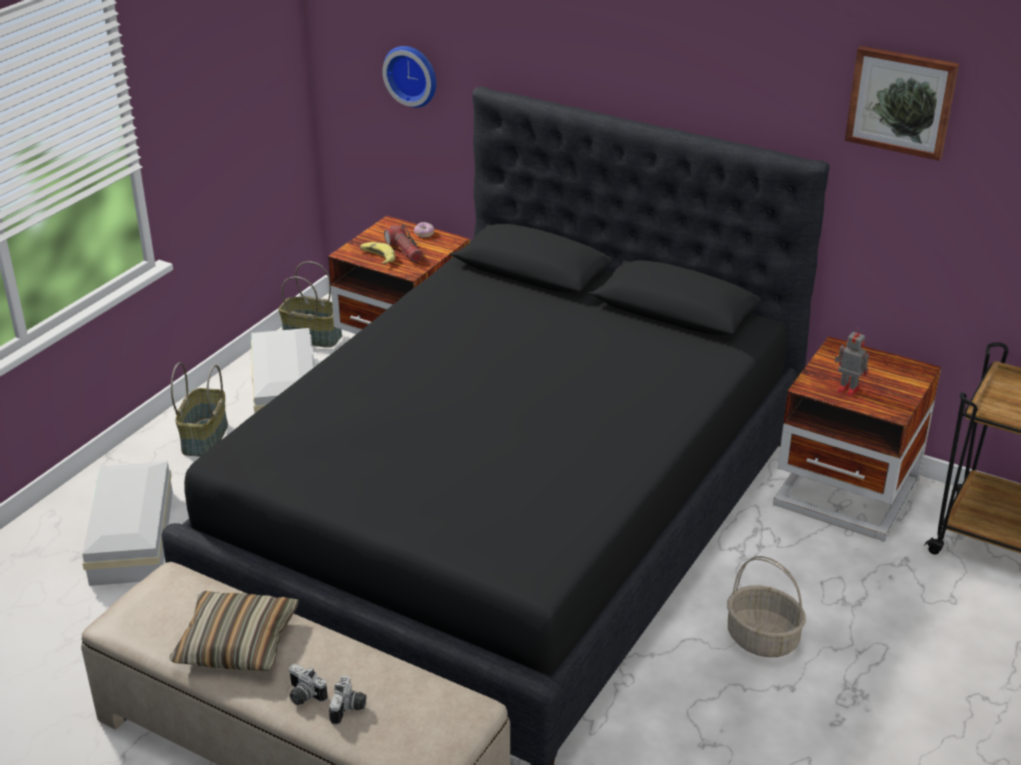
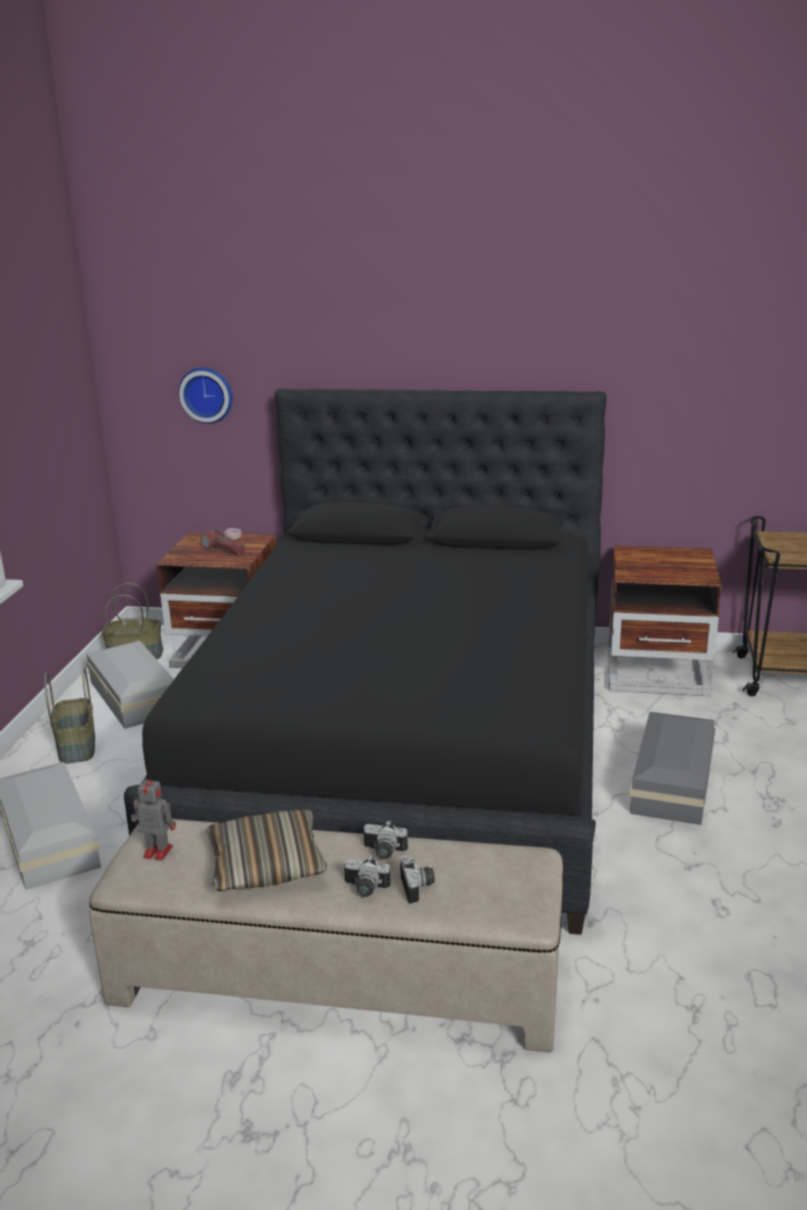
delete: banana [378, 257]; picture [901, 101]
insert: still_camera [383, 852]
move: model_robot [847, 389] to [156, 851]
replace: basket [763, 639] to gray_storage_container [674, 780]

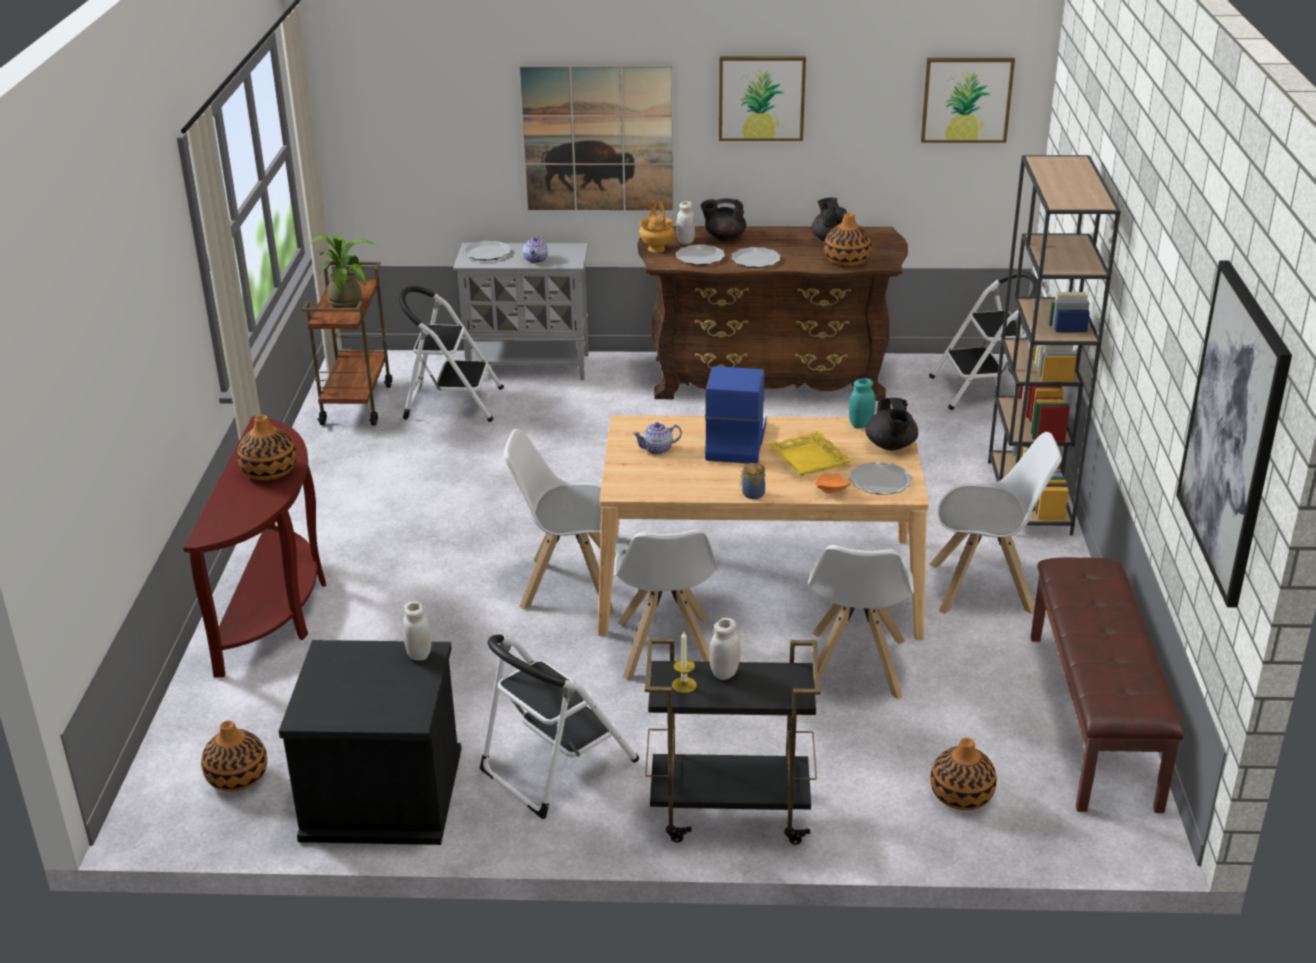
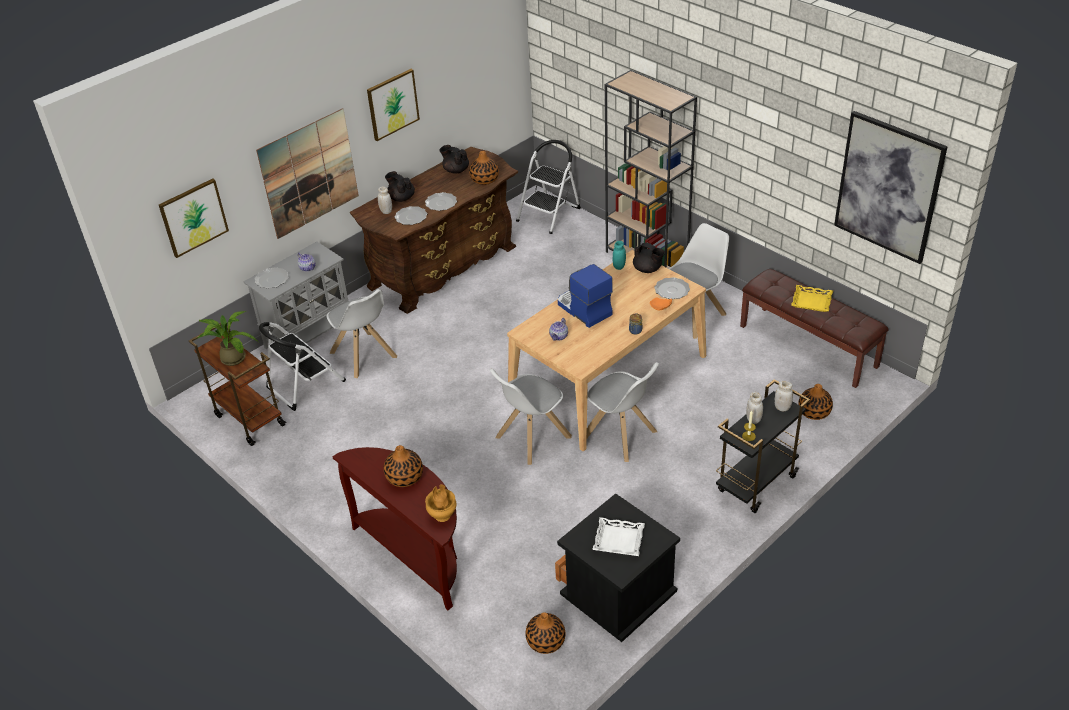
delete: stepladder [554, 767]
insert: whitish_carrying_tray [619, 540]
move: whitish_jar [419, 654] to [782, 407]; brown-coloured_vase [657, 249] to [443, 515]; yellowish_carrying_tray [808, 459] to [811, 301]; plain_chair [855, 667] to [364, 356]; picture [966, 99] to [193, 217]
rotate: blackish_pot_for_tea [724, 237] = [401, 198] 90 degrees clockwise

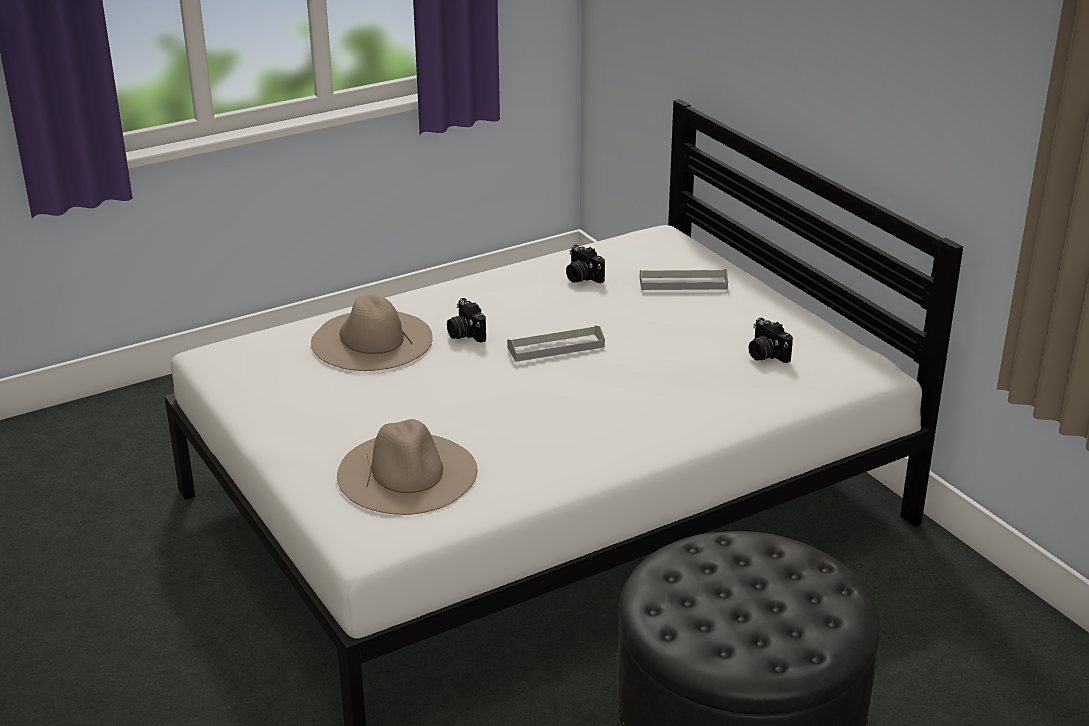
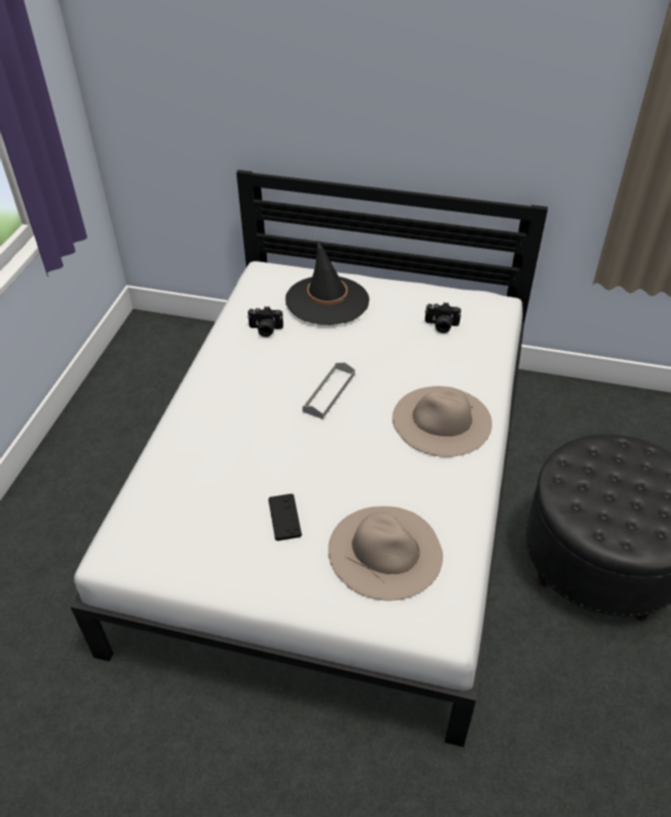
delete: still_camera [465, 334]
insert: blackish_game_controller [284, 517]
move: beige-coloured_hat [371, 340] to [441, 420]
replace: gray_carrying_tray [683, 283] to blackish_hat [327, 300]

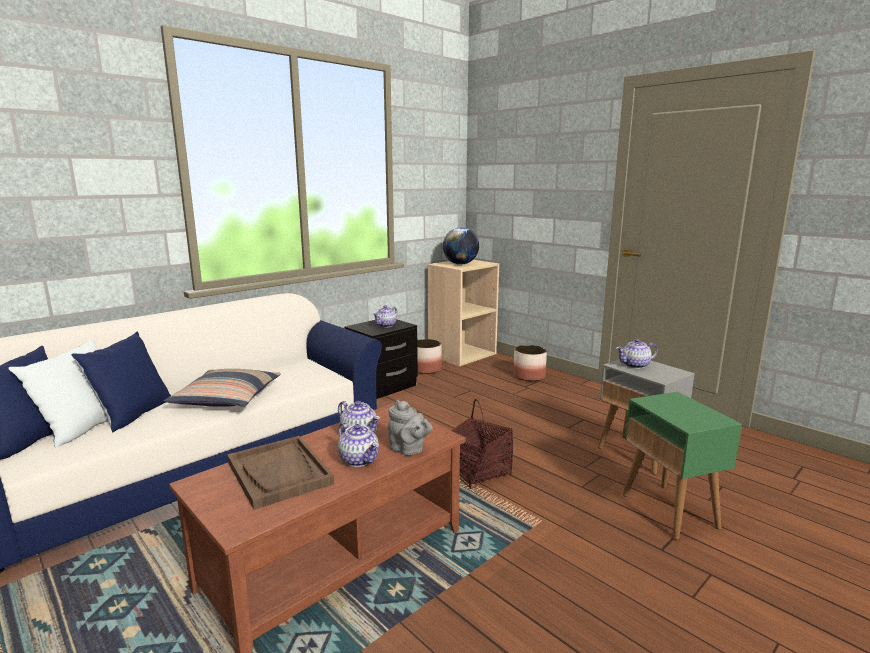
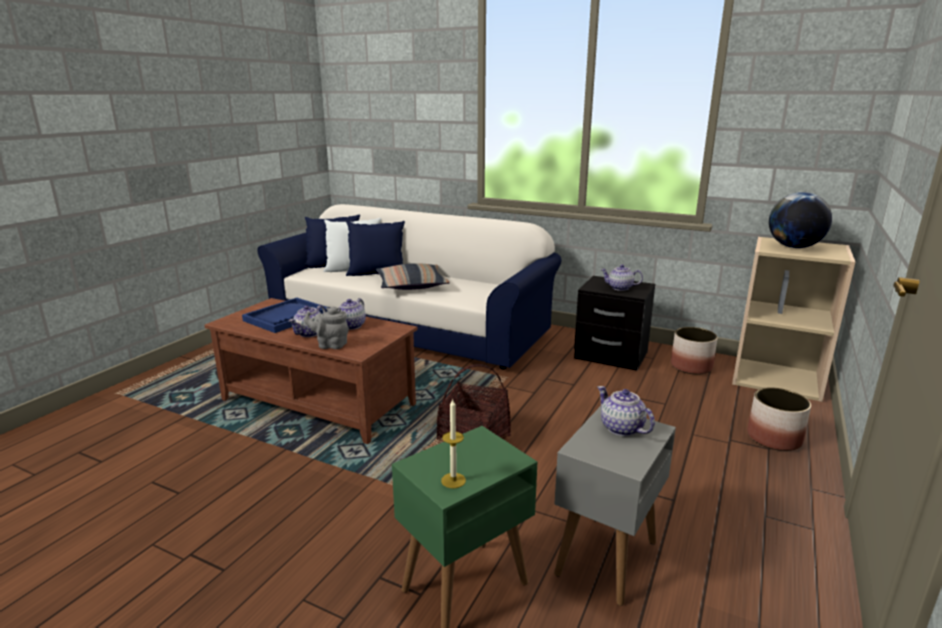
insert: wax_candle [453, 480]
recolor: brown-coloured_carrying_tray [279, 473] to blue_carrying_tray [286, 317]
rotate: gray_pot_for_tea [408, 450] = [330, 345] 75 degrees clockwise

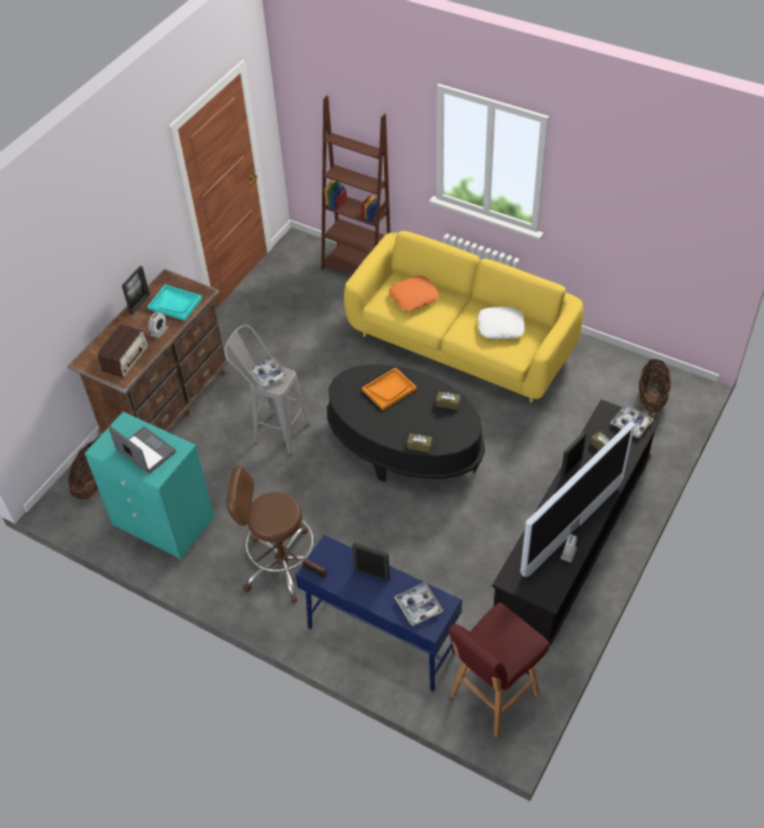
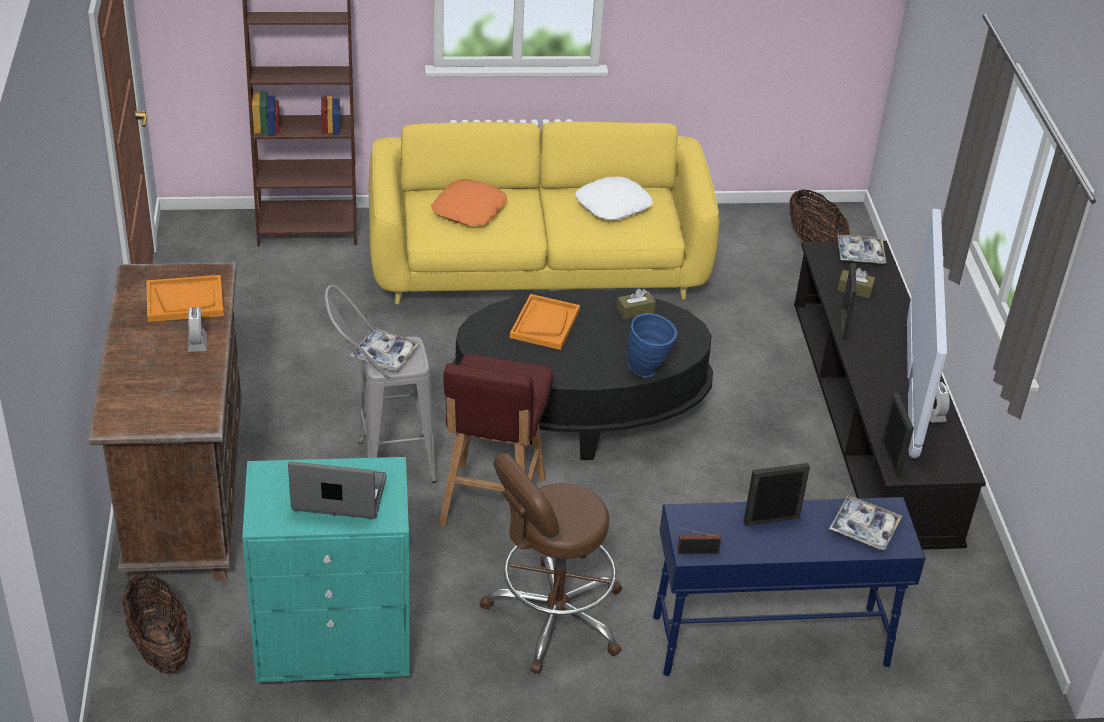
delete: radio_set [125, 358]
move: picture_frame [140, 304] to [891, 458]; red-coloured_sitting_stool [492, 696] to [492, 503]
replace: brown-coloured_tissue_holder [419, 446] to blue_vase [649, 370]
recolor: blue-green_carrying_tray [175, 303] to orangey_carrying_tray [185, 300]

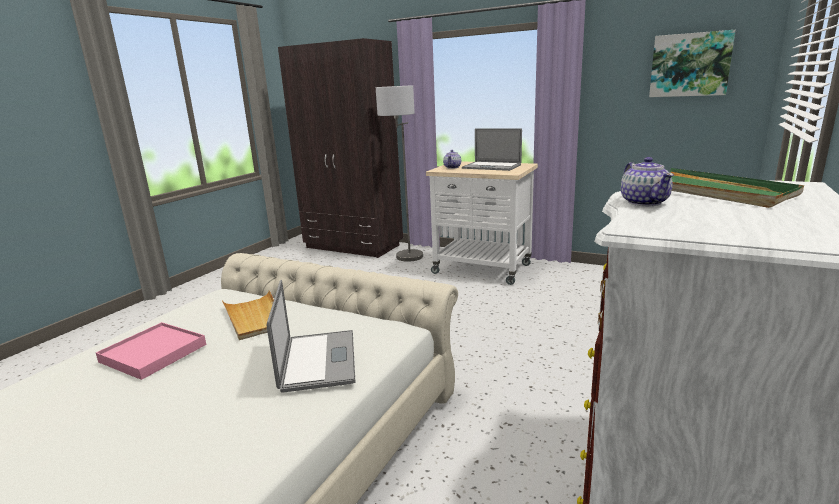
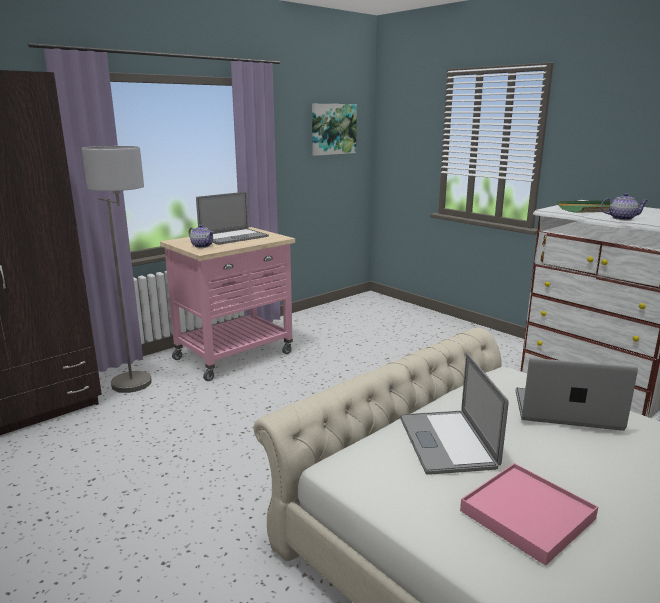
replace: beige-coloured_carrying_tray [254, 317] to notebook_computer [446, 441]
recolor: whitish_trolley [482, 269] to pinkish_trolley [234, 355]

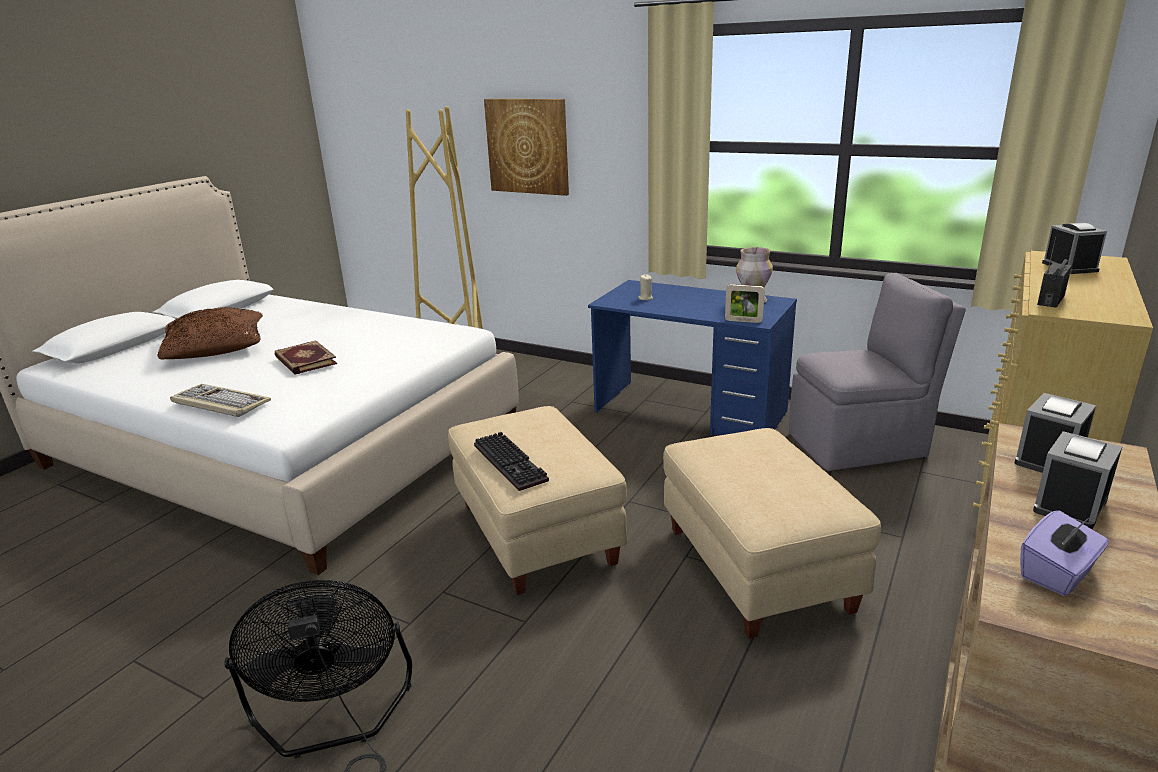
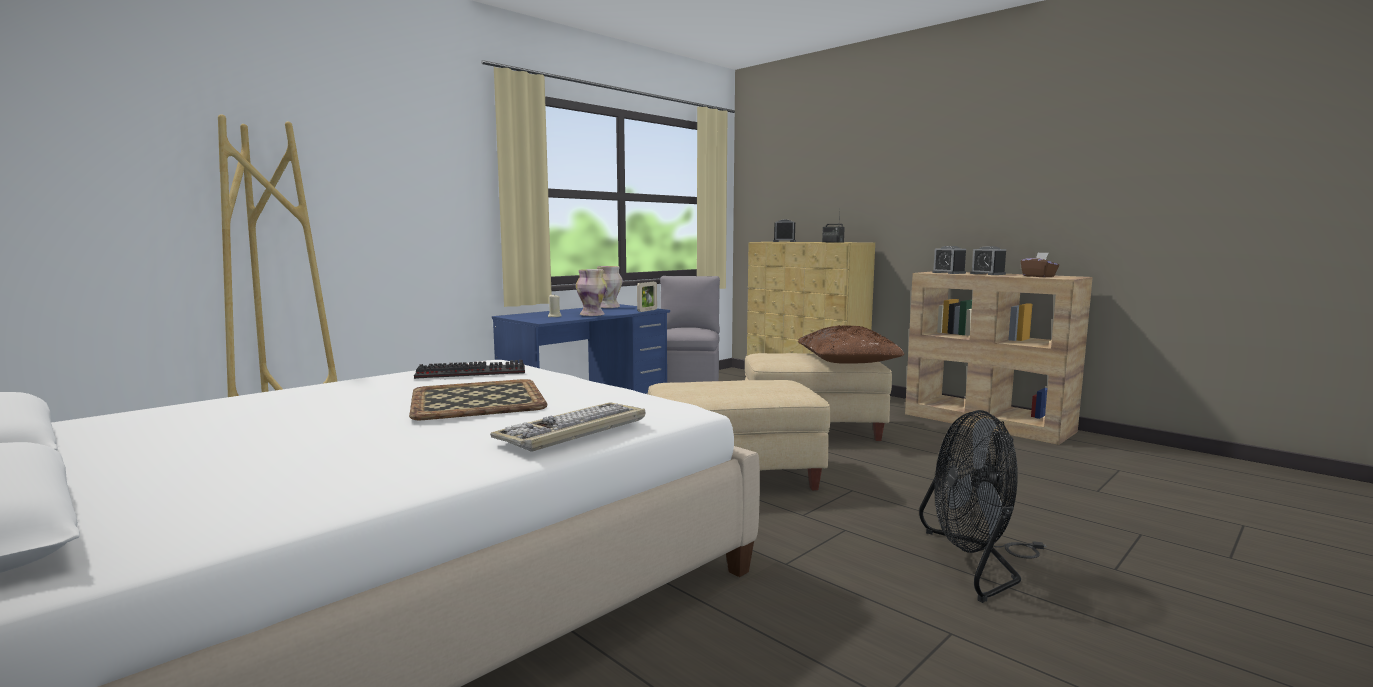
delete: picture [528, 146]
insert: vase [592, 315]
move: brown-coloured_throw_pillow [216, 347] to [847, 360]; PC_keyboard [512, 463] to [473, 372]
replace: bound_book [304, 361] to carrying_tray [476, 400]
recolor: purple-coloured_tissue_holder [1057, 573] to brown-coloured_tissue_holder [1038, 276]

